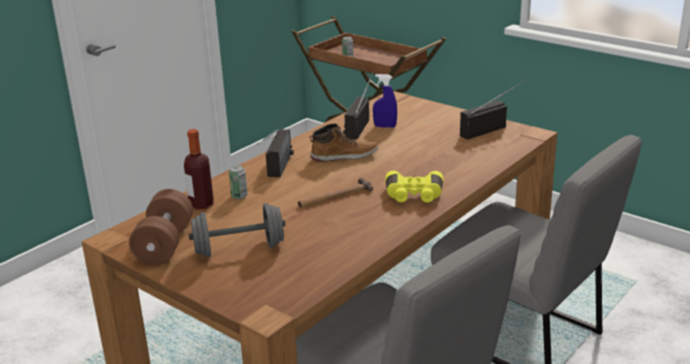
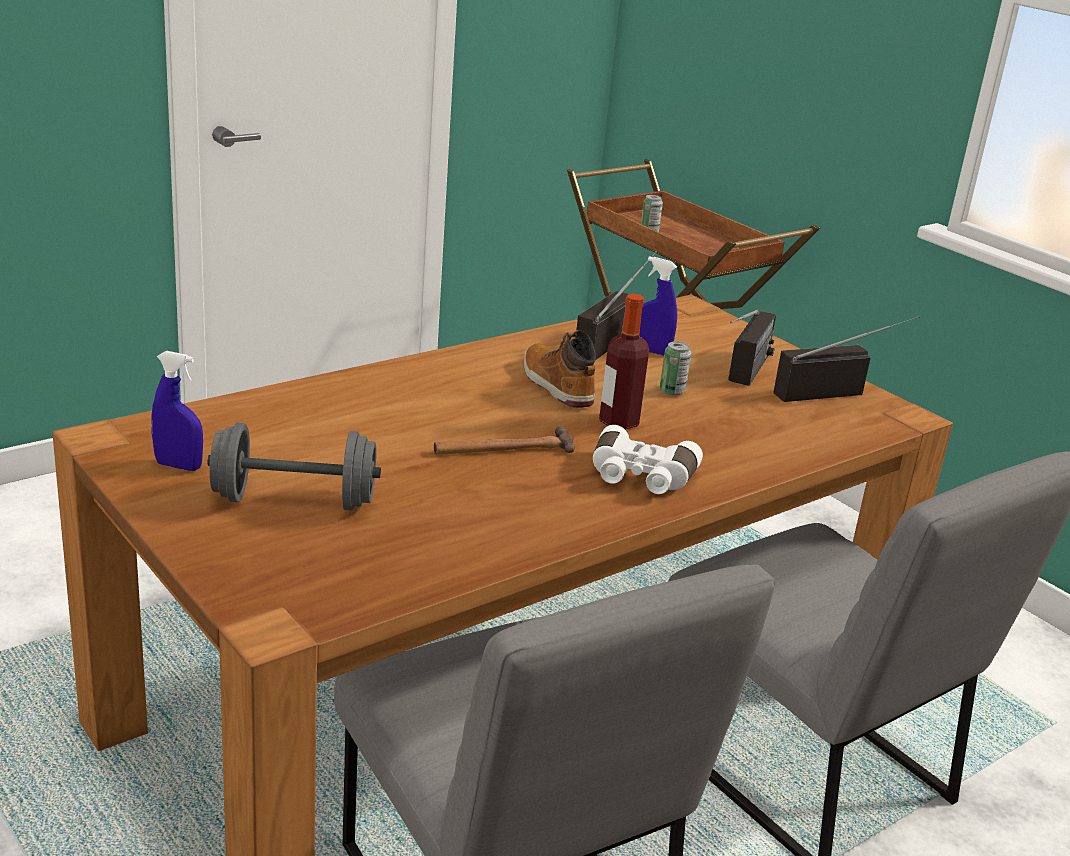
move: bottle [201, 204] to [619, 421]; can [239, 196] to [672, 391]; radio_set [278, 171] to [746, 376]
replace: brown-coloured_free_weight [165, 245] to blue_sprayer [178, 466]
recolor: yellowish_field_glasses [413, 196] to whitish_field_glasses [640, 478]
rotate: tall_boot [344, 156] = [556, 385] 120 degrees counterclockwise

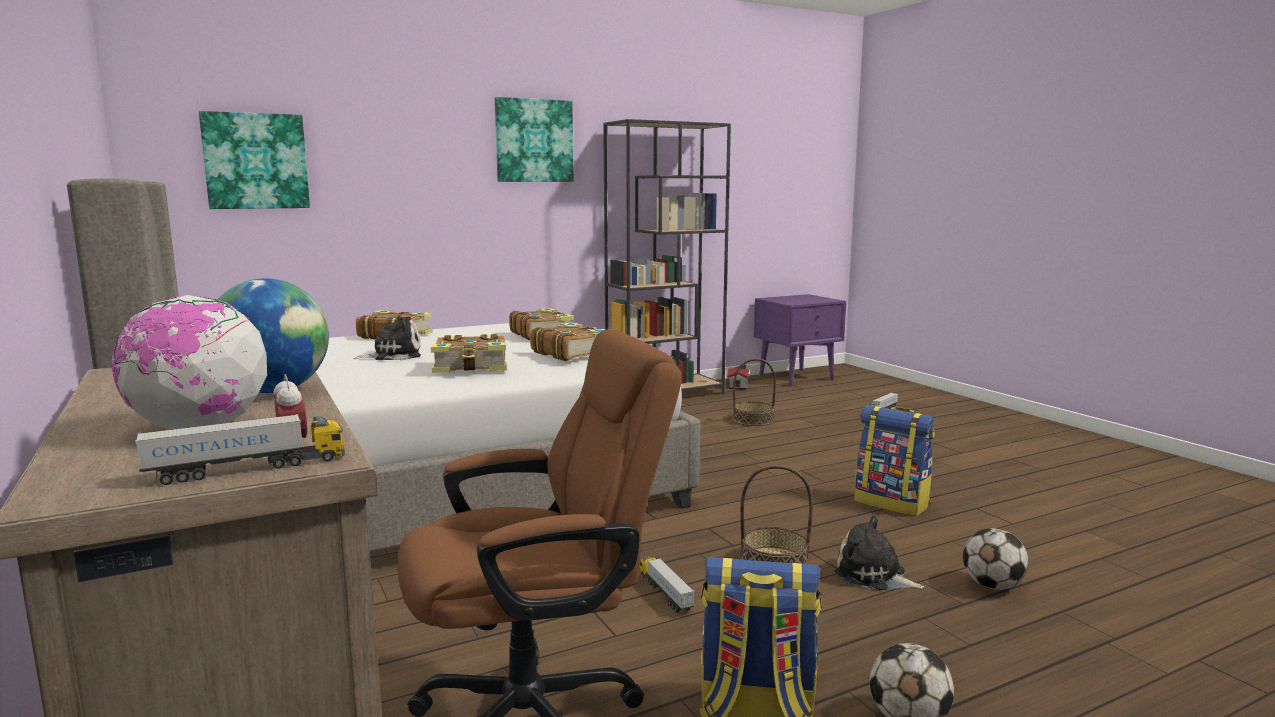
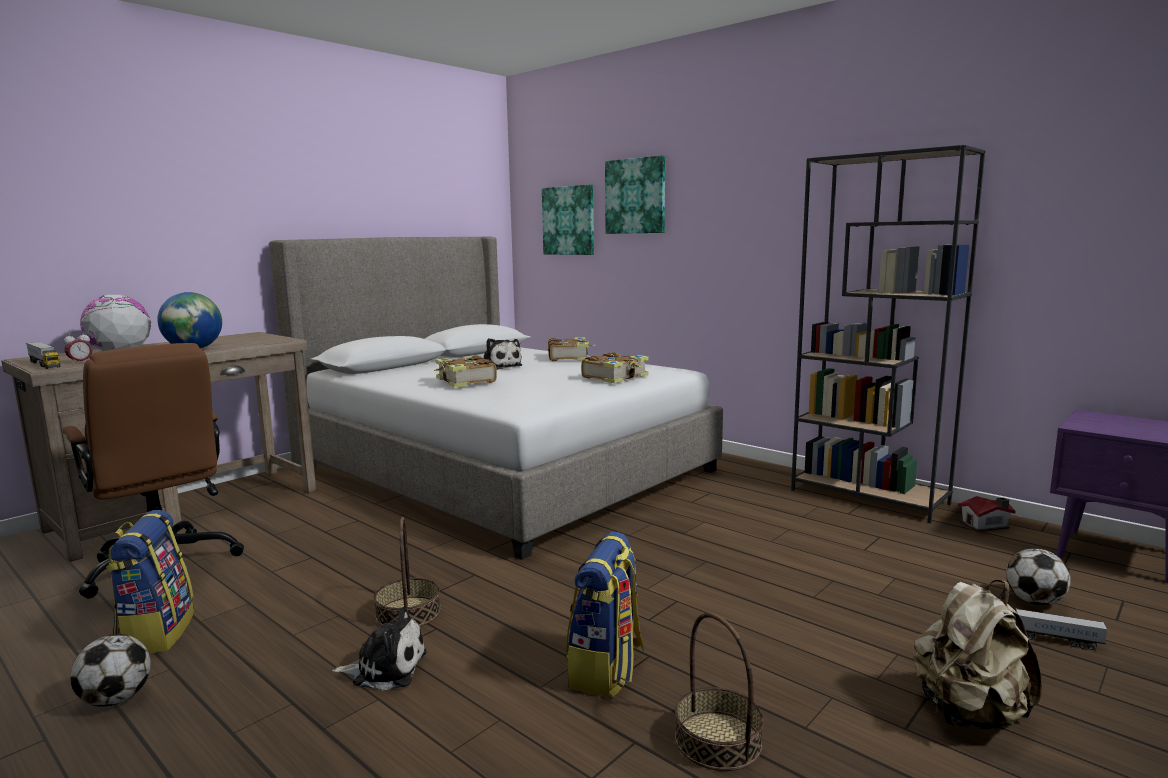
delete: bound_book [571, 353]; toy_truck [665, 593]
insert: beige-coloured_knapsack [969, 714]
move: picture [534, 141] to [635, 196]; basket [753, 420] to [718, 740]; ball_for_football [992, 586] to [1034, 601]
rotate: plush_toy [873, 576] = [385, 668] 75 degrees clockwise

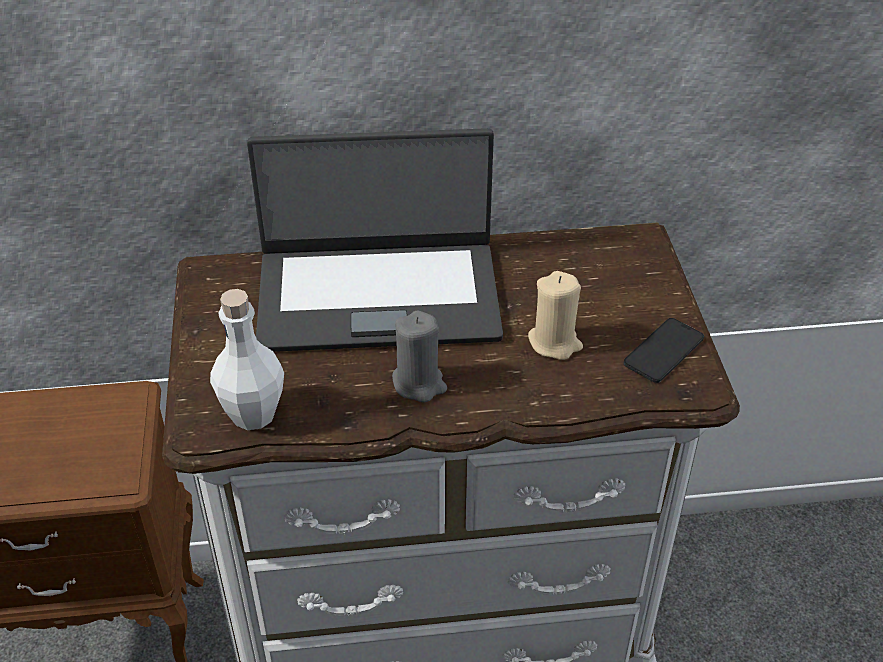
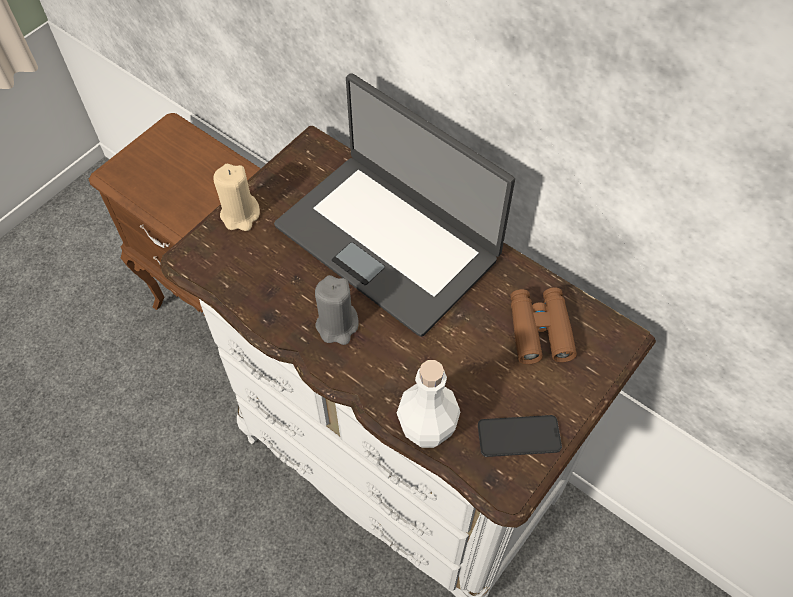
insert: brown-coloured_field_glasses [539, 330]
move: whitish_bottle [253, 414] to [427, 431]; beige-coloured_wax_candle [554, 342] to [240, 215]

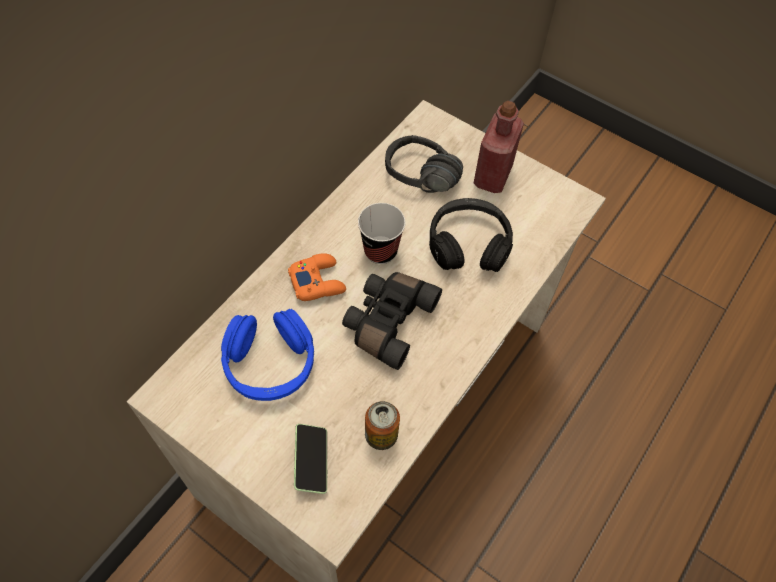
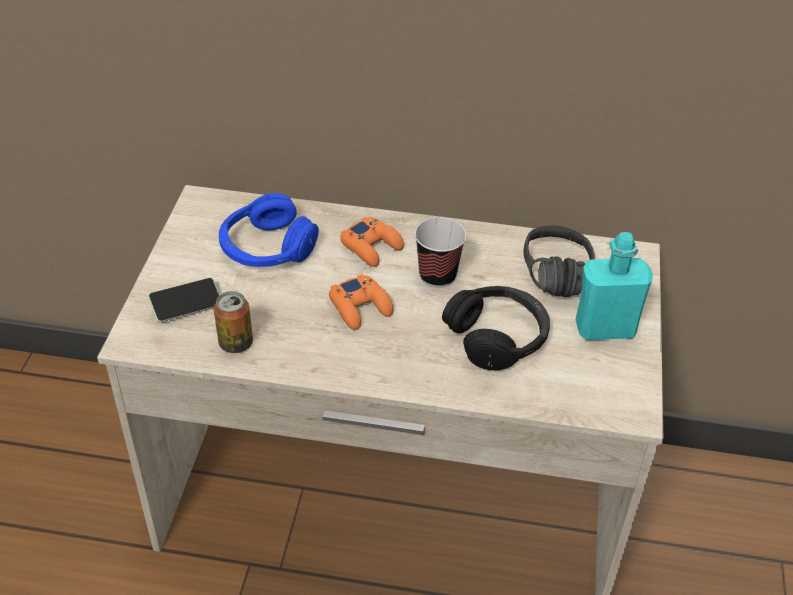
replace: blackish_field_glasses [387, 321] to orangey_game_controller [361, 307]
recolor: red-coloured_bottle [492, 176] to blue-green_bottle [605, 328]

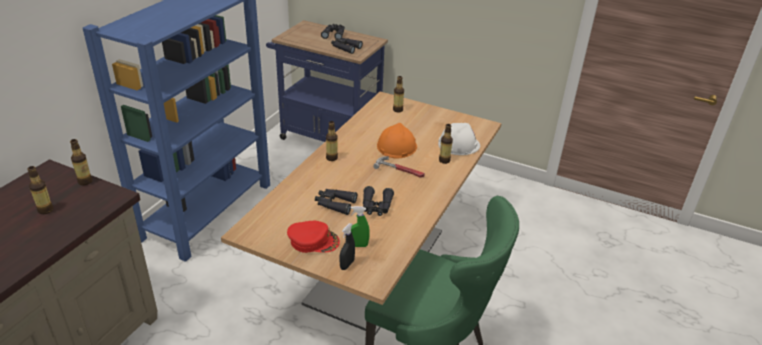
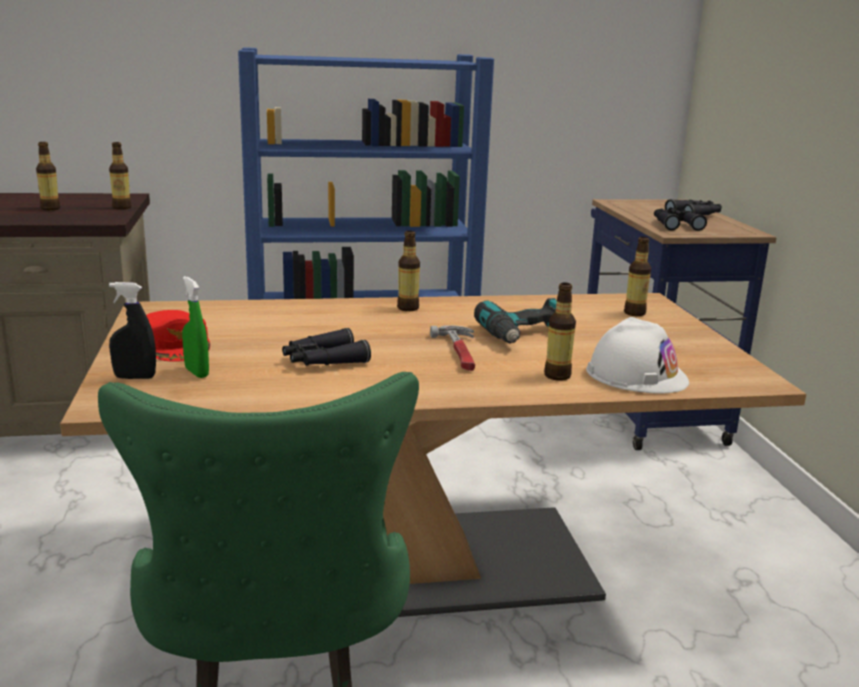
delete: blackish_field_glasses [334, 204]
replace: orangey_work_helmet [396, 146] to electric_drill [524, 335]

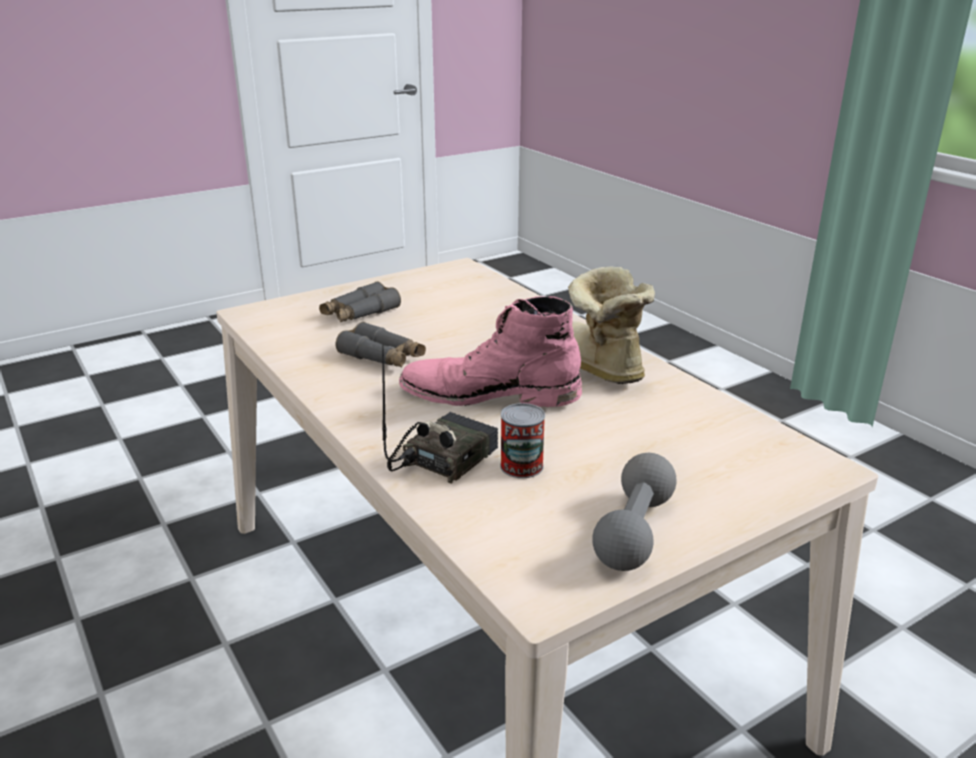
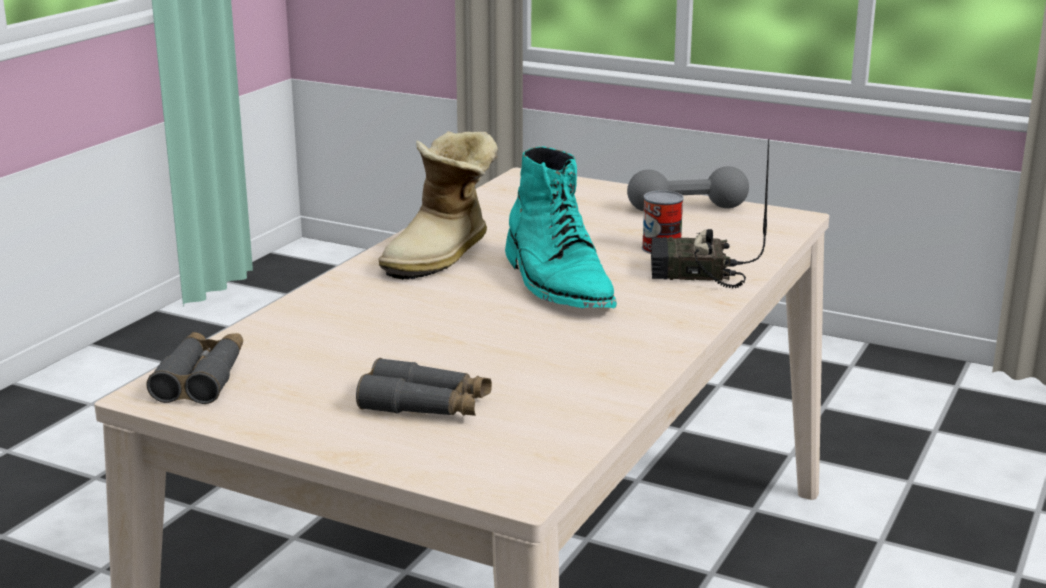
move: gray_field_glasses [382, 357] to [201, 378]
recolor: pinkish_tall_boot [489, 394] to blue-green_tall_boot [557, 283]

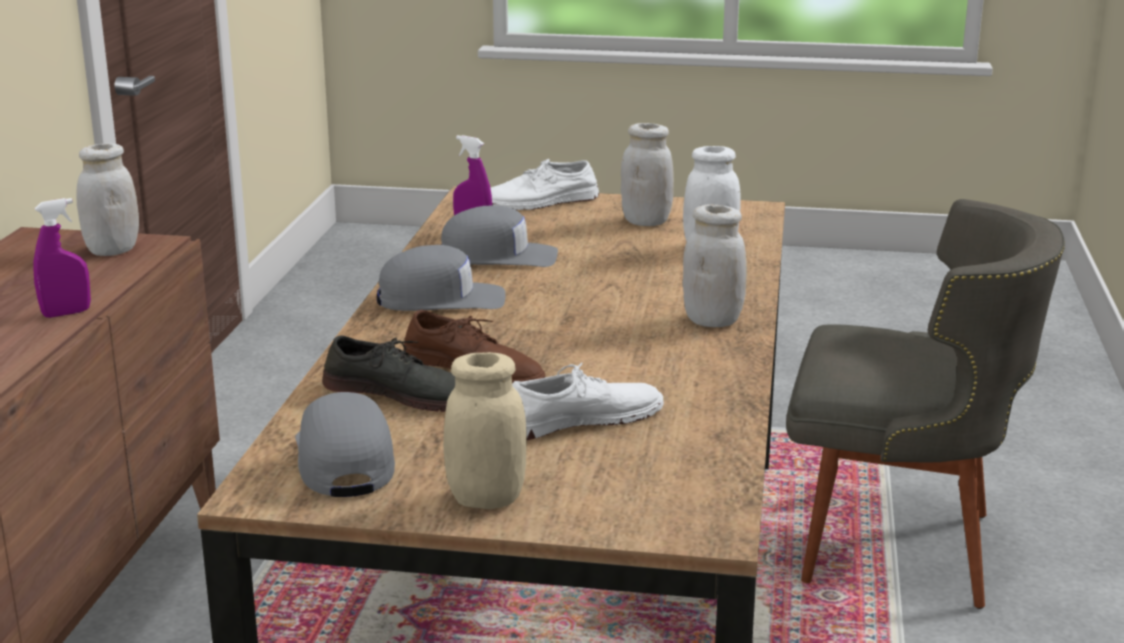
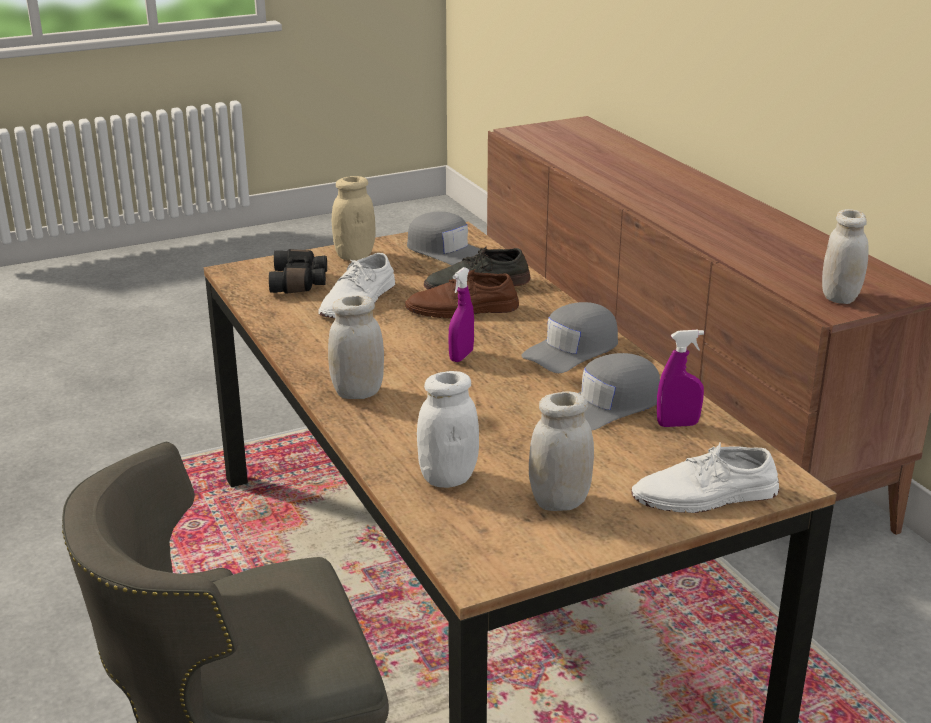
insert: blackish_field_glasses [300, 282]
move: purple-coloured_sprayer [66, 313] to [461, 356]
rotate: whitish_shoe [540, 202] = [705, 496] 135 degrees counterclockwise

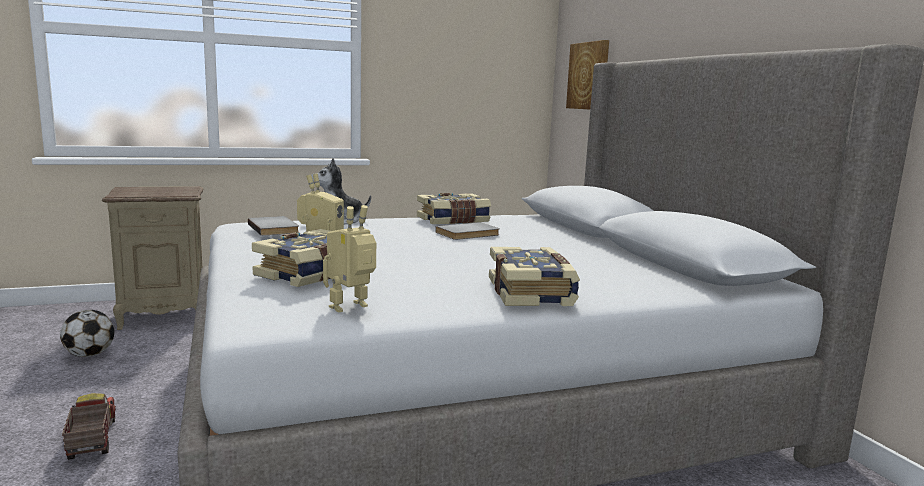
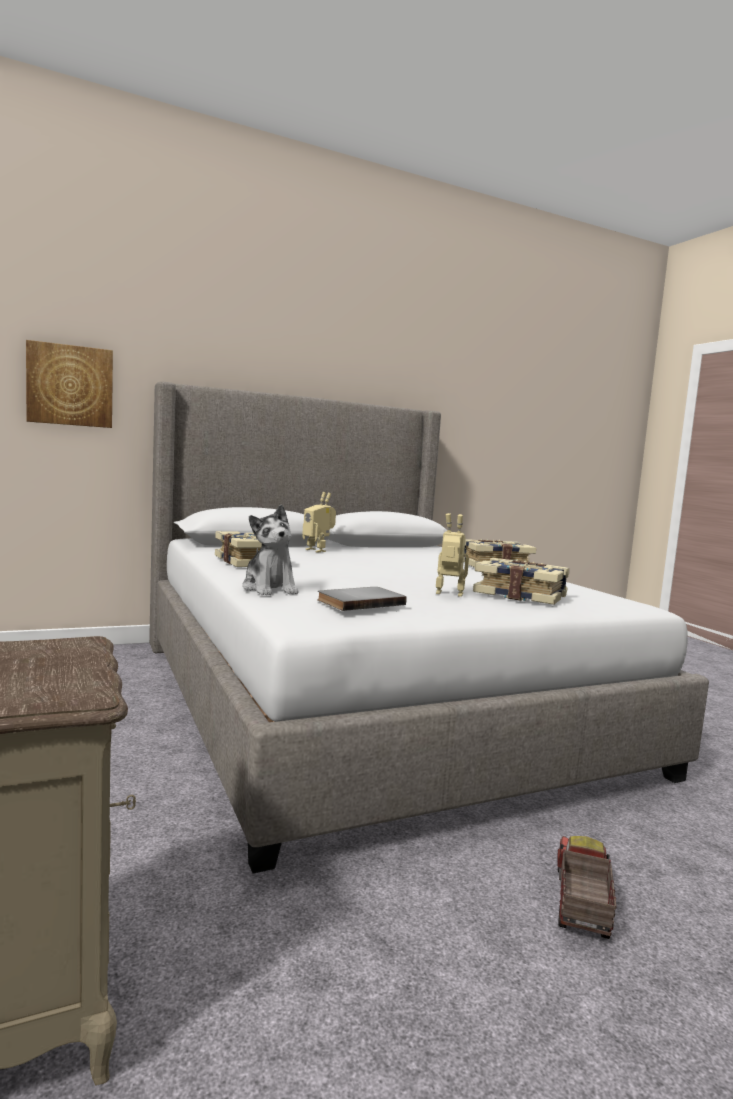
delete: ball_for_football [89, 355]; gray_bound_book [469, 234]
move: model_robot [351, 308] to [318, 550]
rotate: toy_truck [91, 440] = [580, 903] 135 degrees clockwise

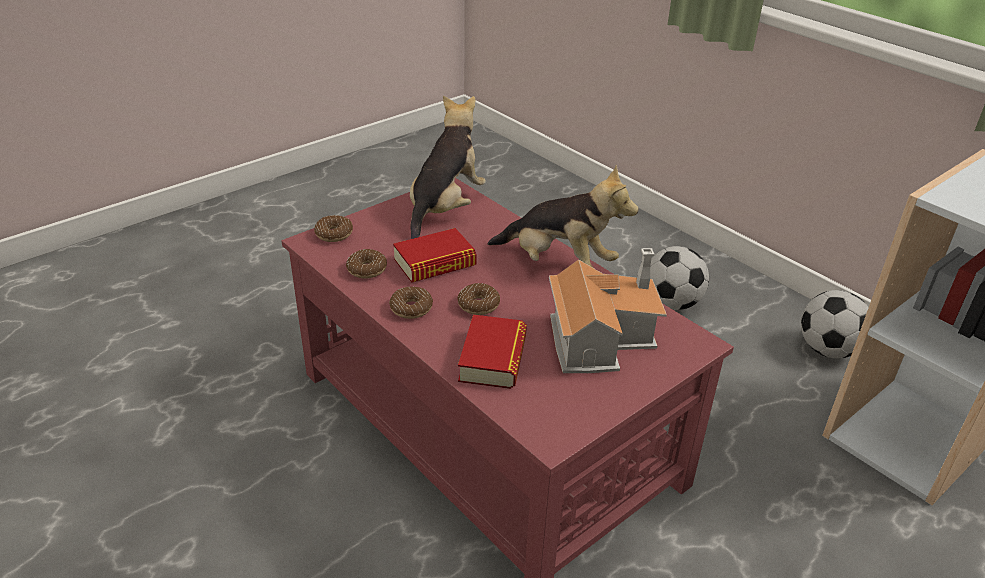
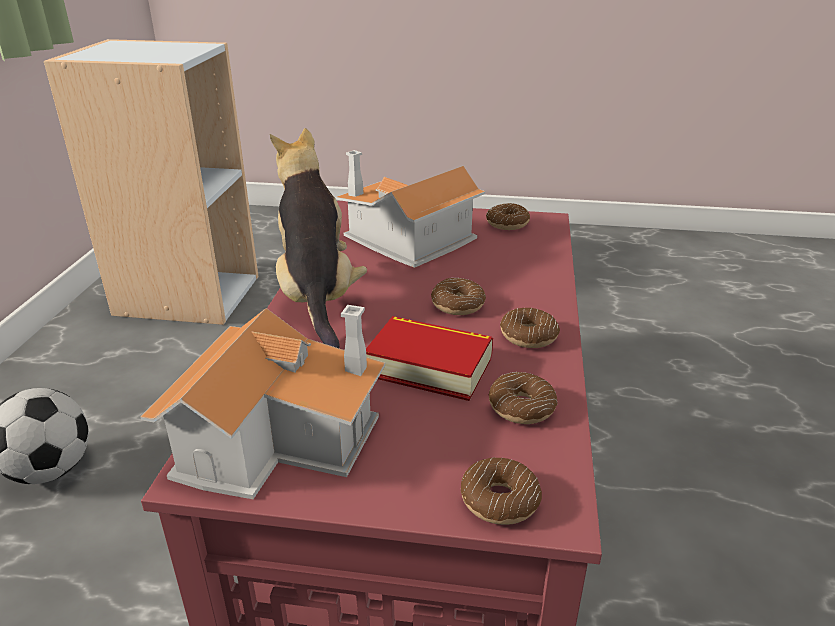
delete: bound_book [493, 359]; ball_for_football [828, 350]
insert: ring_doughnut [507, 224]
replace: plush_toy [445, 208] to miniature_house [280, 435]

